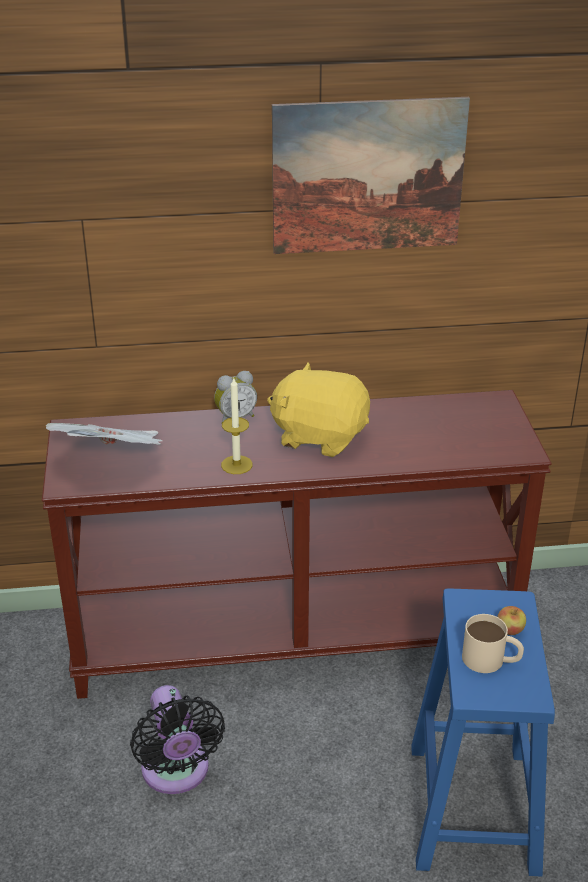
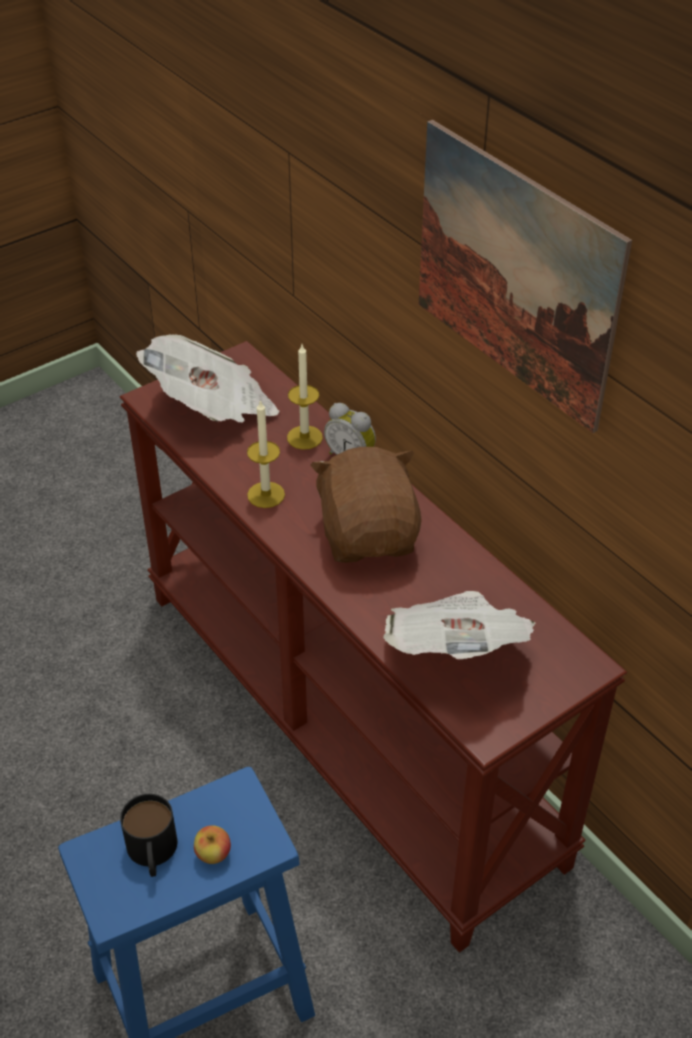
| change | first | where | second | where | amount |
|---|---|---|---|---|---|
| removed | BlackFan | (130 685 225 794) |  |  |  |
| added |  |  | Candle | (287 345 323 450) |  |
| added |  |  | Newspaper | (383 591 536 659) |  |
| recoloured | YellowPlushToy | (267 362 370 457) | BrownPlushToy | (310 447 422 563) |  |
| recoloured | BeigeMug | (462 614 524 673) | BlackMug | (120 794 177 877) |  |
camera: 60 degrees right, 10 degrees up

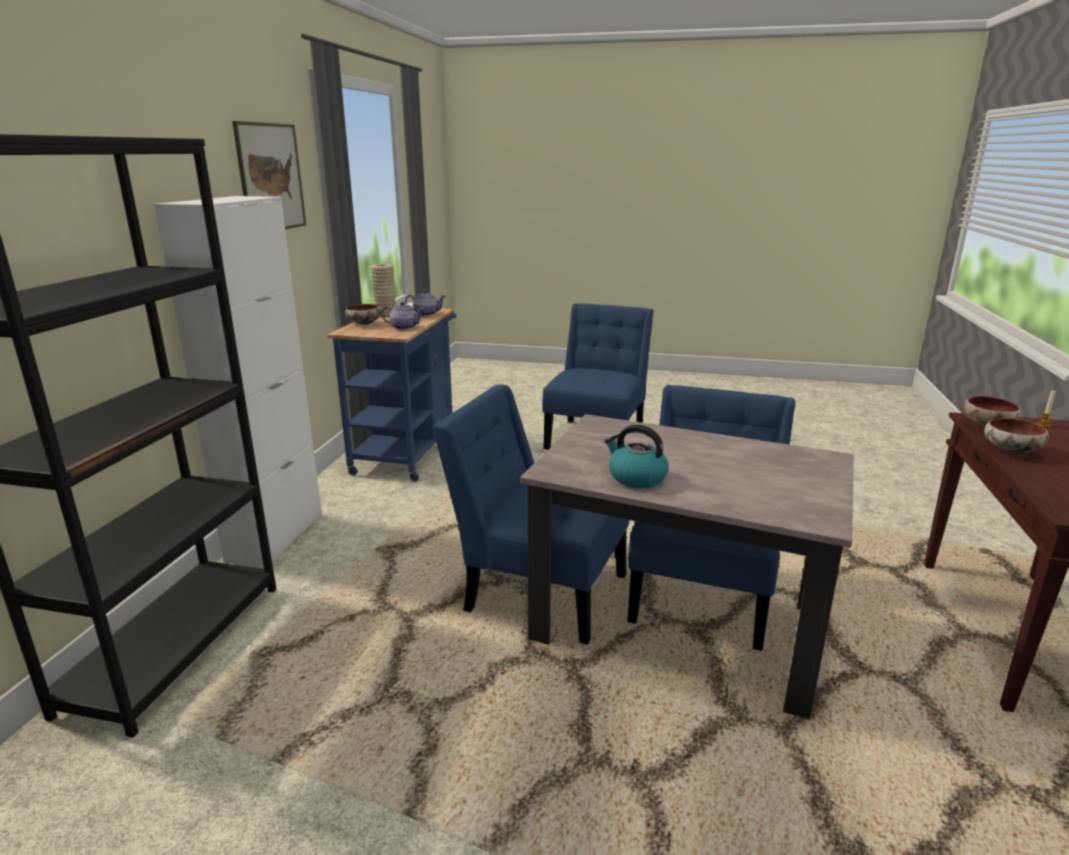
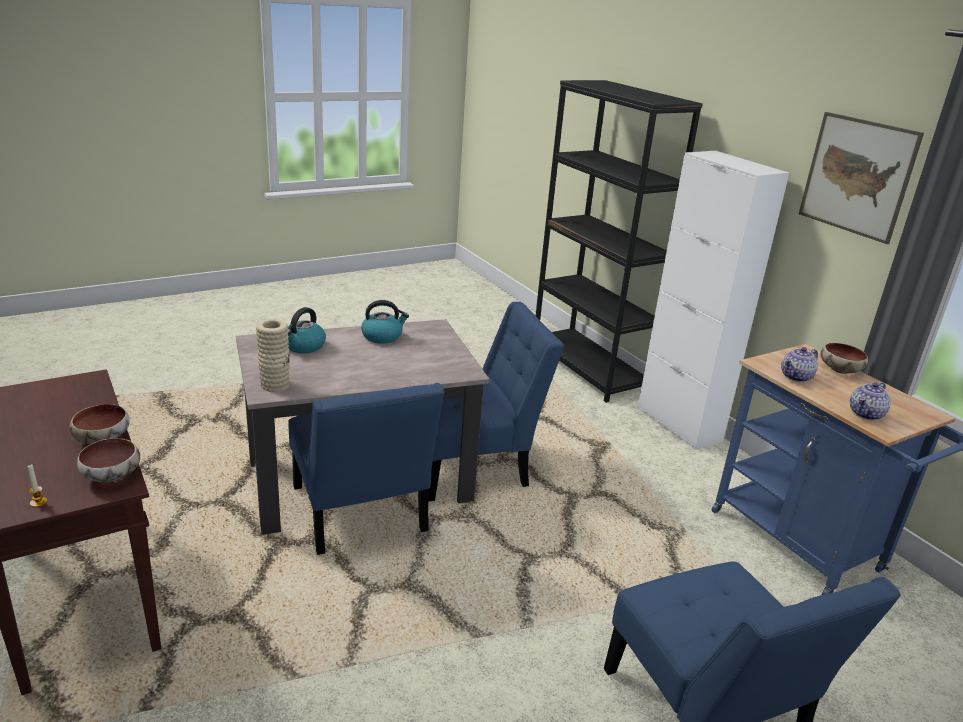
| change | first | where | second | where | amount |
|---|---|---|---|---|---|
| added |  |  | Kettle | (288 307 326 353) |  |
| moved | BeigeVase | (371 264 396 316) |  | (256 319 290 392) |  |
camera: 135 degrees right, 5 degrees up

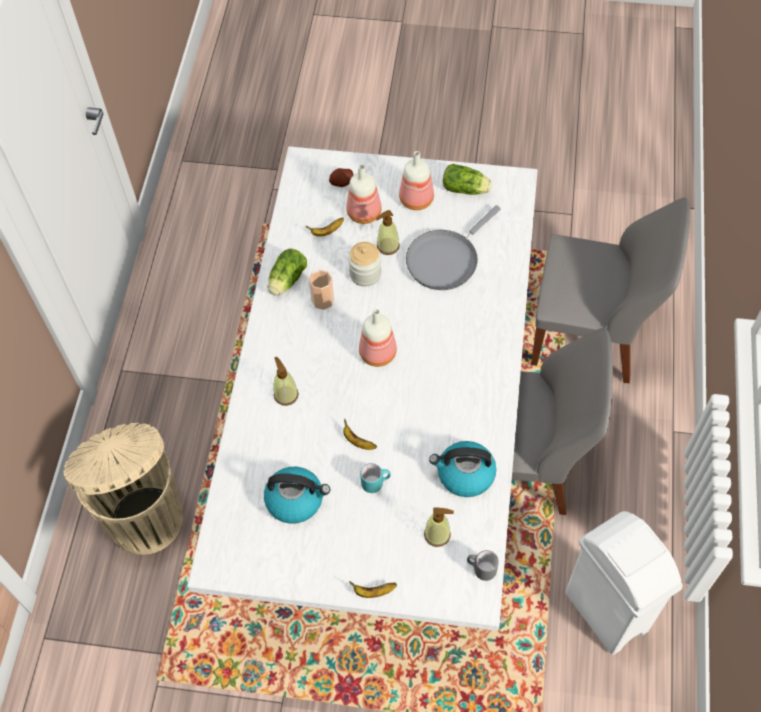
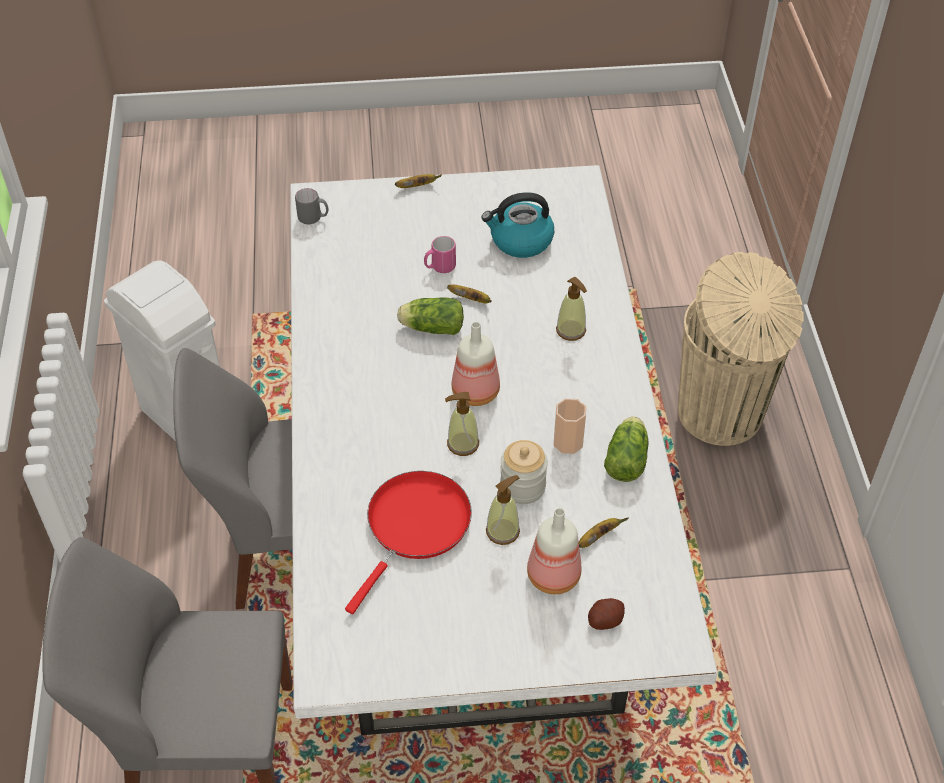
| change | first | where | second | where | amount |
|---|---|---|---|---|---|
| removed | Bottle | (399 151 434 210) |  |  |  |
| removed | Kettle | (429 441 496 497) |  |  |  |
| moved | SoapDispenser | (424 507 454 547) |  | (445 392 479 456) |  |
| moved | Lettuce | (443 164 492 195) |  | (397 297 464 335) |  |
| recoloured | TurquoiseMug | (360 463 391 493) | PinkMug | (424 236 456 273) |  |
| recoloured | GreyFryingPan | (406 205 501 290) | RedFryingPan | (345 471 472 614) |  |
camera: 165 degrees right, 10 degrees down

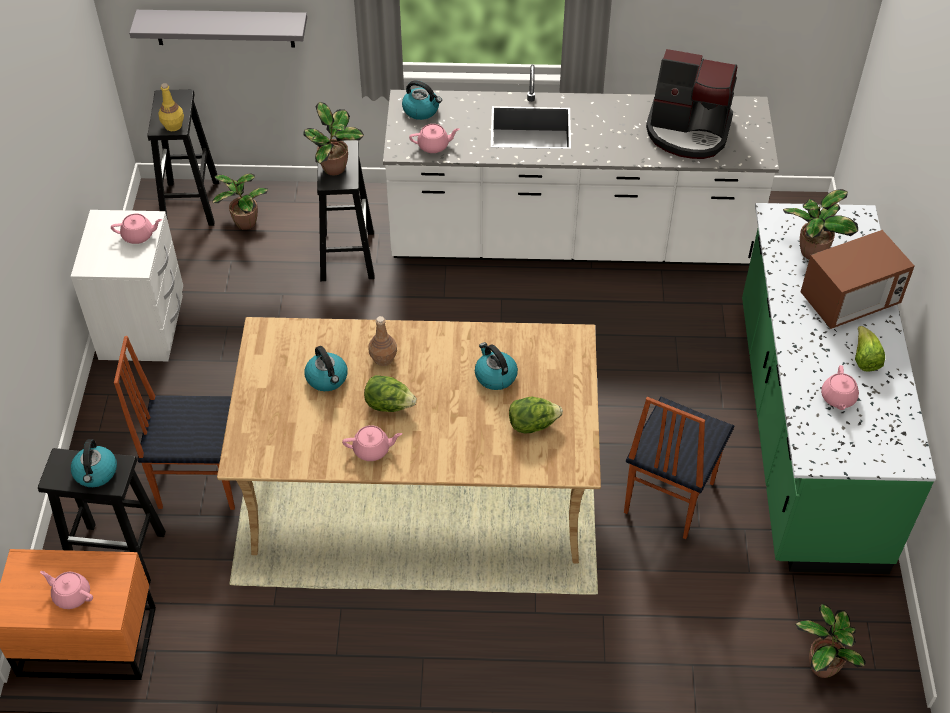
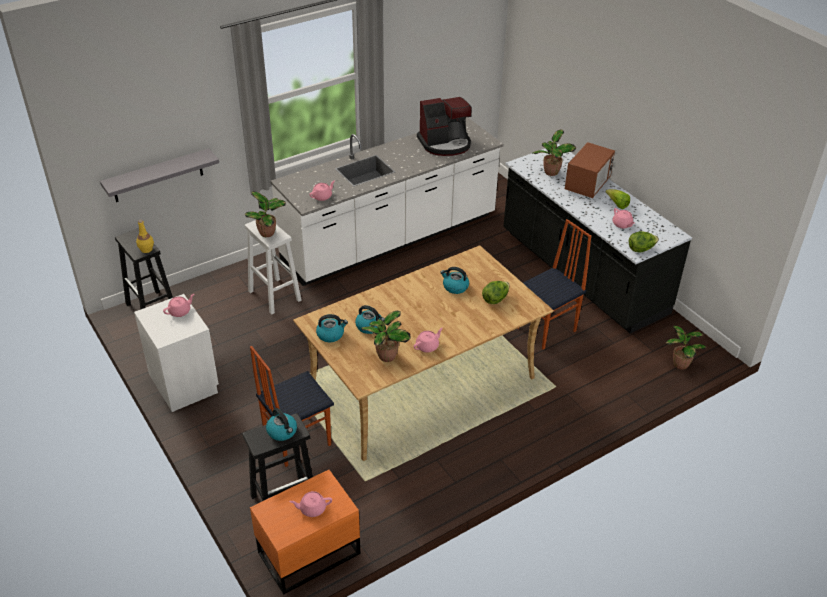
| change | first | where | second | where | amount |
|---|---|---|---|---|---|
| removed | BrownBottle | (369 316 397 366) |  |  |  |
| moved | PottedPlant | (212 173 268 230) |  | (361 311 411 362) |  |
| moved | Lettuce | (364 375 417 412) |  | (628 231 659 253) |  |
| moved | Kettle | (402 80 442 120) |  | (316 314 348 342) |  |
| recoloured | BlackStool | (317 140 374 281) | WhiteStool | (245 220 302 315) |  |
| recoloured | GreenCounter | (742 203 936 574) | BlackCounter | (503 144 692 334) |  |
| turned | Chair | (624 397 734 539) |  | (517 219 591 350) | 120 degrees counterclockwise |
camera: 35 degrees left, 10 degrees down

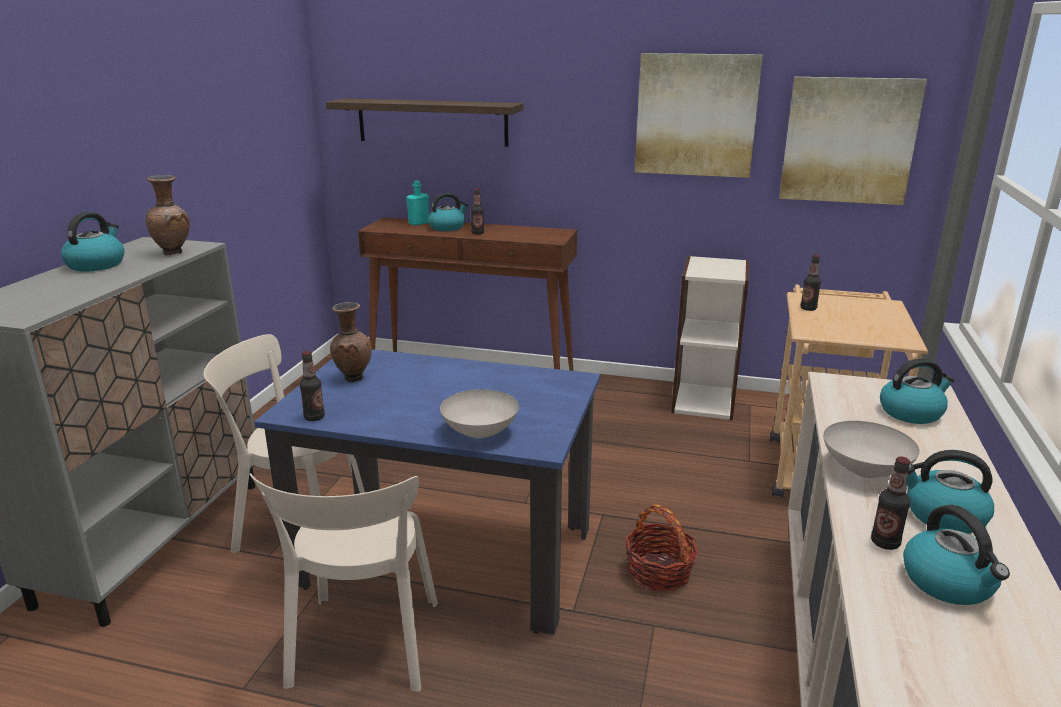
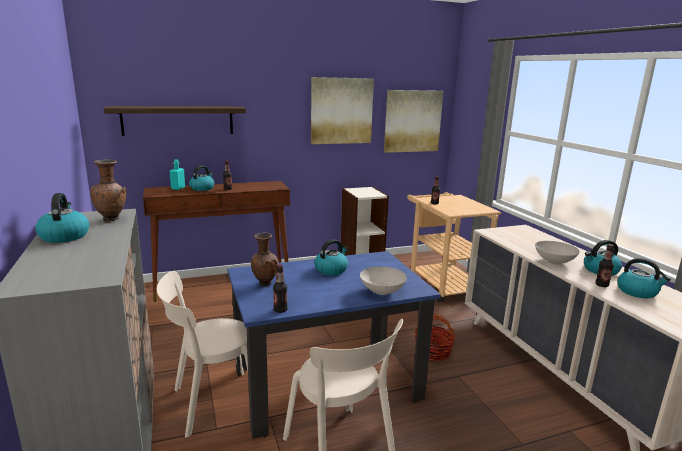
| change | first | where | second | where | amount |
|---|---|---|---|---|---|
| moved | Kettle | (880 358 955 424) |  | (314 239 348 275) |  |
camera: 35 degrees left, 5 degrees down

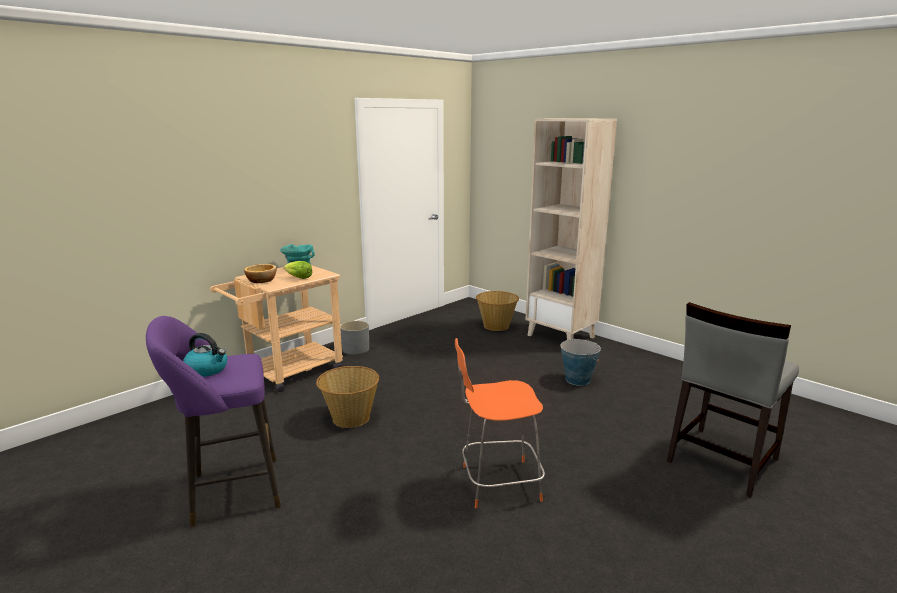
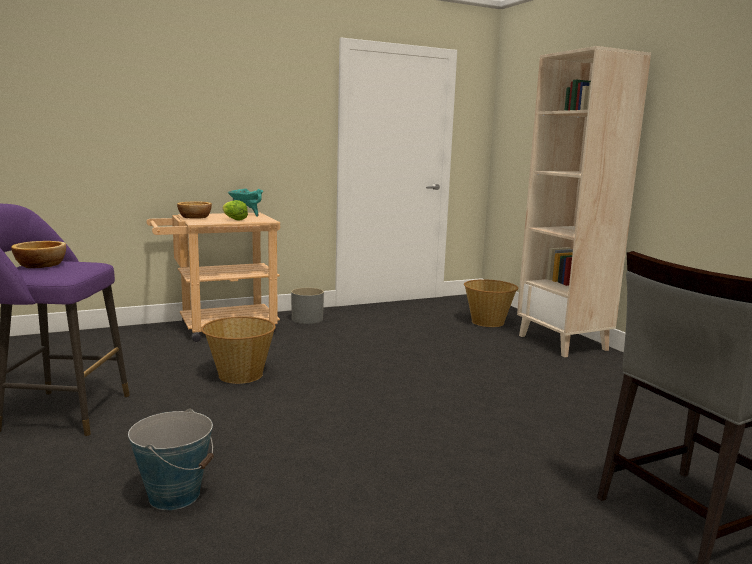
| change | first | where | second | where | amount |
|---|---|---|---|---|---|
| removed | OrangeChair | (455 338 545 508) |  |  |  |
| moved | Bucket | (561 338 601 386) |  | (128 408 214 510) |  |
| replaced | Kettle | (183 333 227 377) | Bowl | (11 241 66 268) |  |
camera: 20 degrees right, 5 degrees down

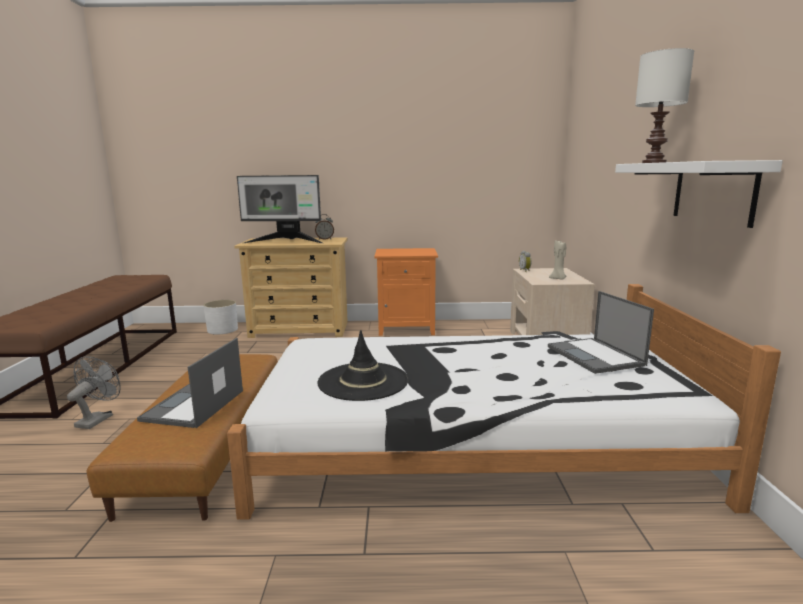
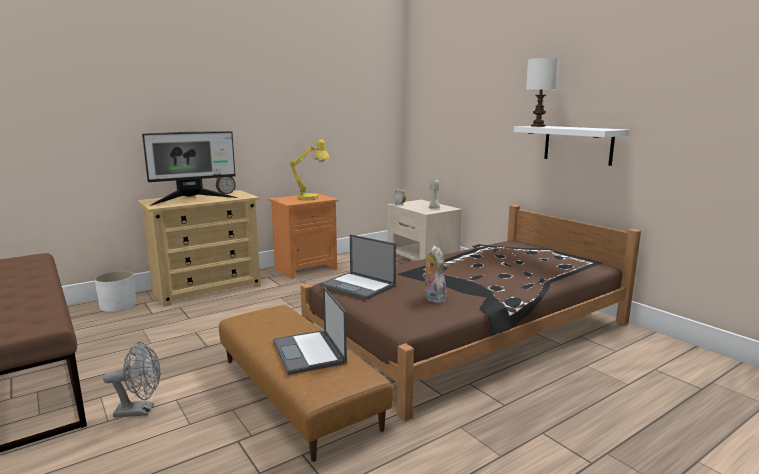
| change | first | where | second | where | amount |
|---|---|---|---|---|---|
| added |  |  | YellowTableLamp | (290 139 330 201) |  |
| moved | Laptop | (548 291 654 374) |  | (320 234 396 300) |  |
| replaced | BlackHat | (317 330 409 401) | PlushToy | (422 245 447 303) |  |
| recoloured | WhiteBed | (227 284 781 520) | BrownBed | (301 205 641 421) |  |
| turned | GreyFan | (67 356 121 429) |  | (103 342 160 418) | 105 degrees clockwise |
camera: 35 degrees left, 0 degrees up

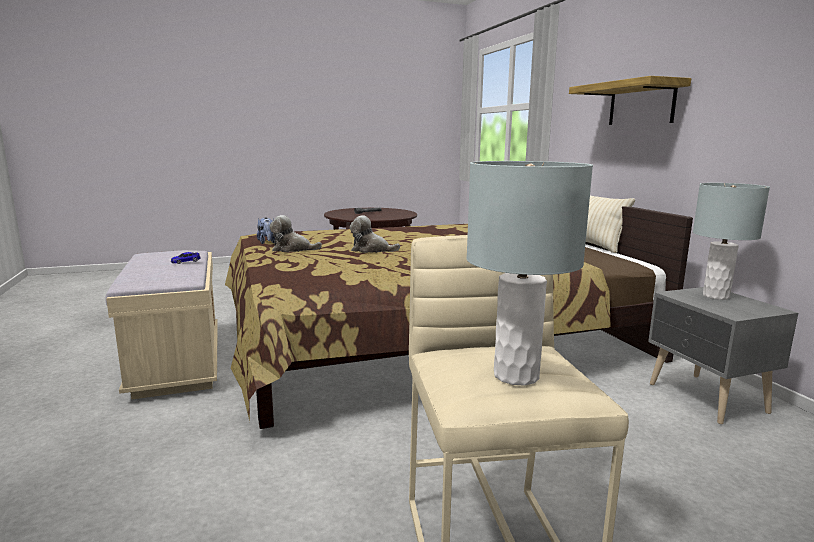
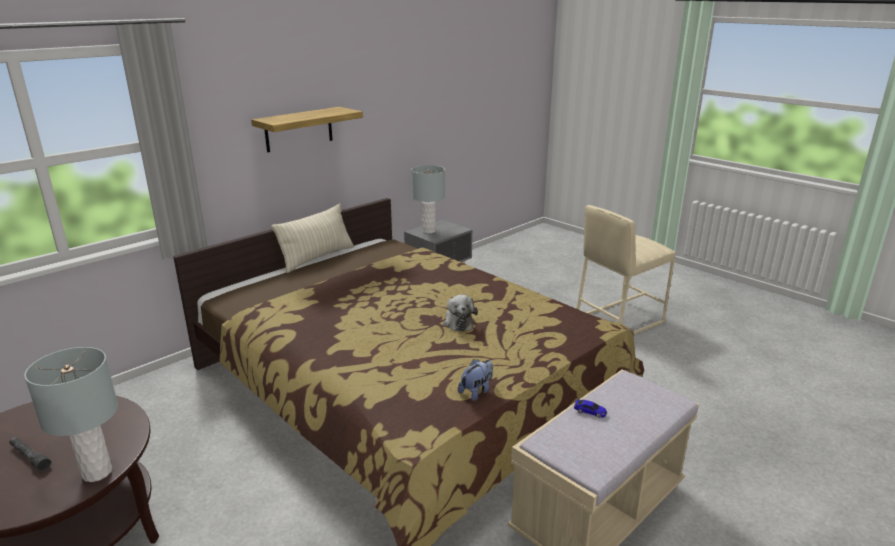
| change | first | where | second | where | amount |
|---|---|---|---|---|---|
| removed | PlushToy | (270 215 322 252) |  |  |  |
| moved | GreyTableLamp | (466 161 593 386) |  | (24 347 118 482) |  |
camera: 115 degrees left, 10 degrees up

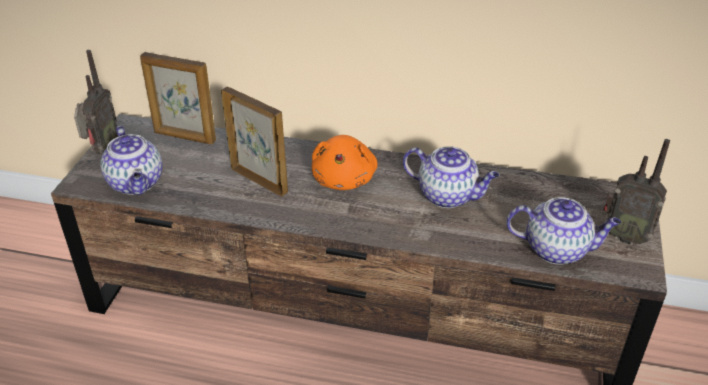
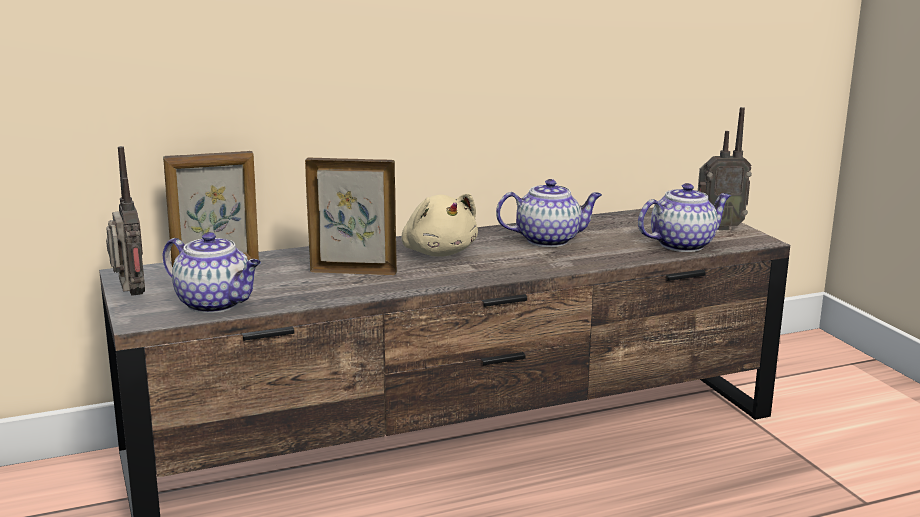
| change | first | where | second | where | amount |
|---|---|---|---|---|---|
| recoloured | OrangePlushToy | (312 135 378 190) | BeigePlushToy | (401 194 478 257) |  |
camera: 35 degrees left, 20 degrees down

